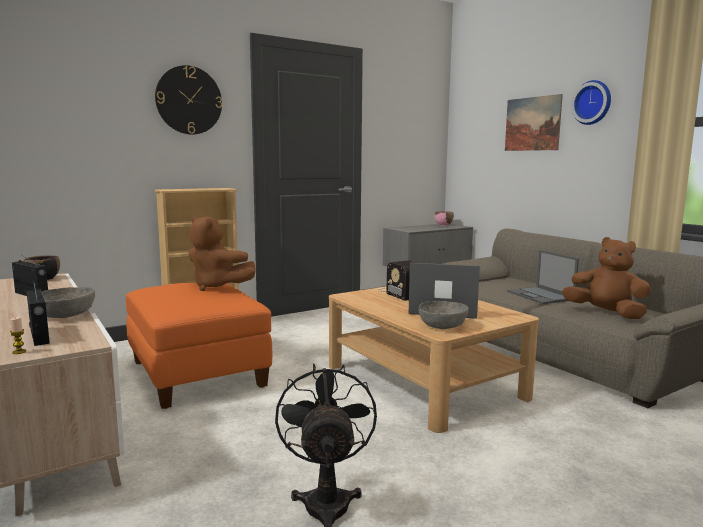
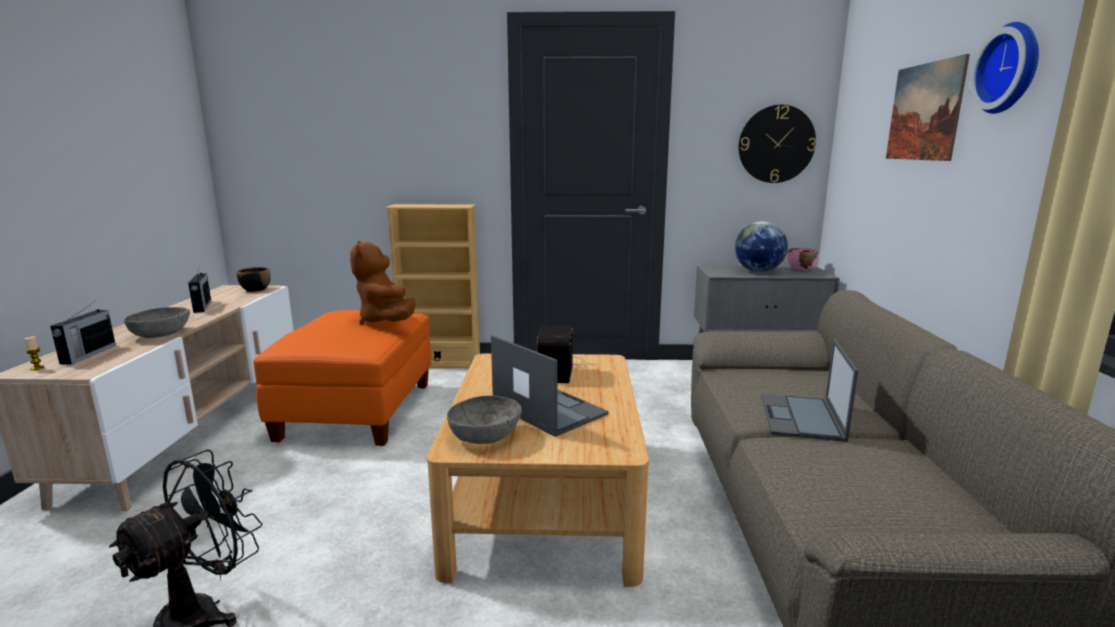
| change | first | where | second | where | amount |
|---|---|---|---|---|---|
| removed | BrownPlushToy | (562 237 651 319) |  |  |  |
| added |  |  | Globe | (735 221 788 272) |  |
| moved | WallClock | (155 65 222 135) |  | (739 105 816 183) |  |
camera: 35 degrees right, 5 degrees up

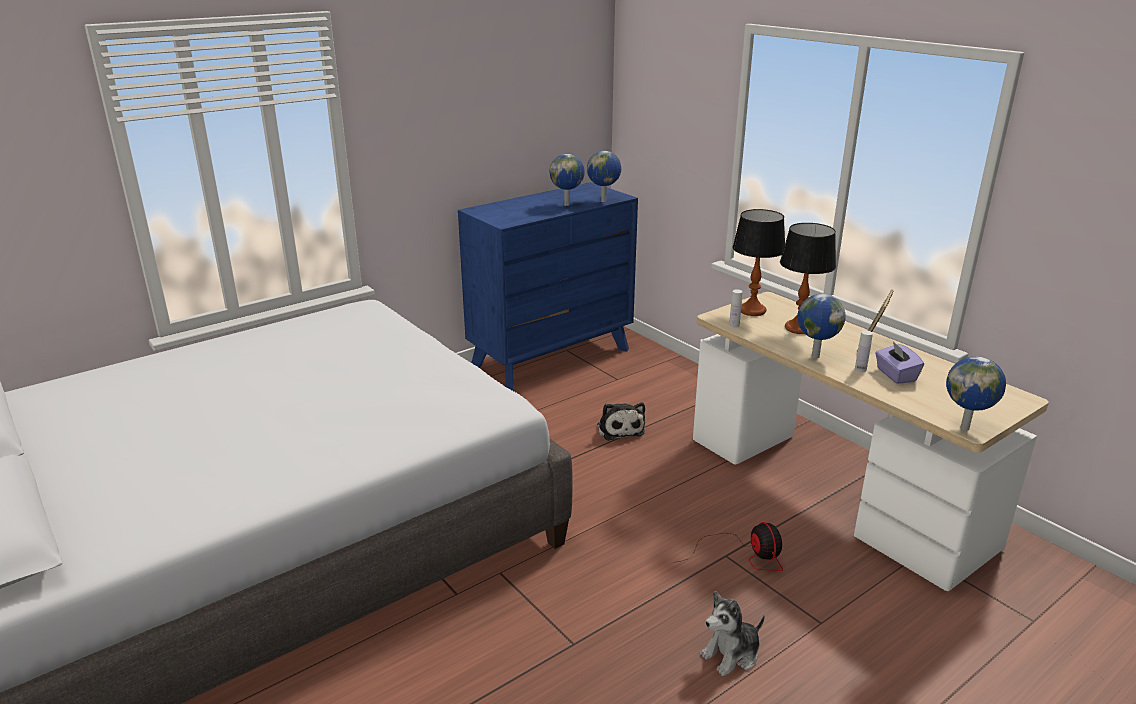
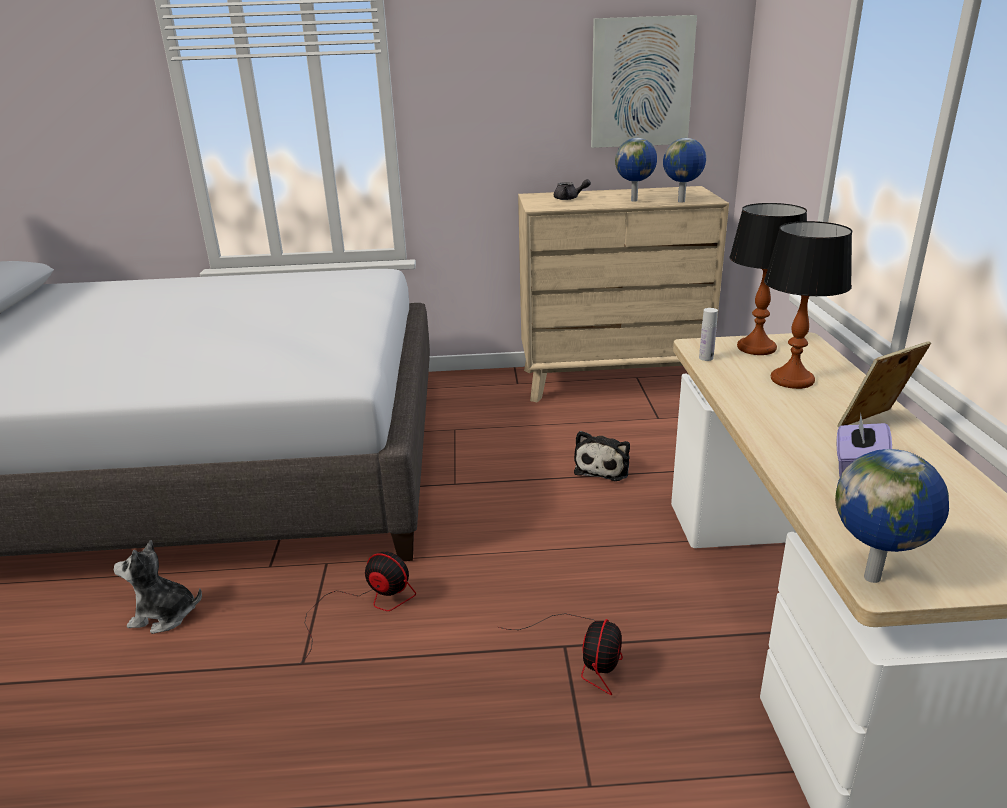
| change | first | where | second | where | amount |
|---|---|---|---|---|---|
| removed | Globe | (797 294 846 358) |  |  |  |
| removed | WhiteBottle | (855 330 873 372) |  |  |  |
| added |  |  | Fan | (300 551 416 664) |  |
| added |  |  | GreyTeapot | (554 179 591 200) |  |
| added |  |  | Picture | (591 15 697 148) |  |
| moved | PlushToy | (700 591 765 677) |  | (114 540 202 634) |  |
| recoloured | BlueDresser | (458 182 638 391) | BeigeDresser | (518 186 729 402) |  |
camera: 35 degrees right, 0 degrees up

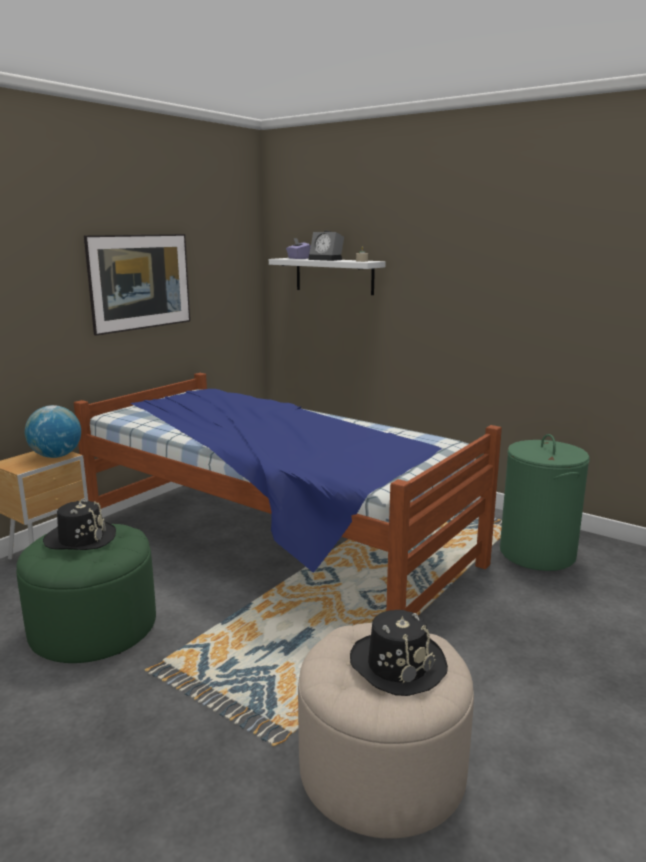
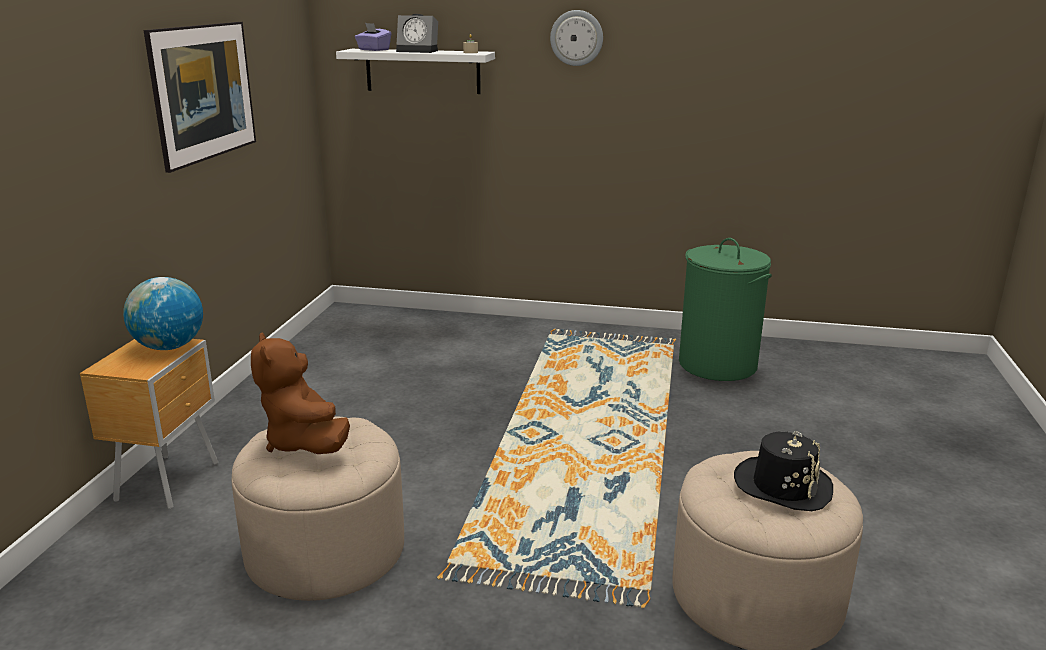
| change | first | where | second | where | amount |
|---|---|---|---|---|---|
| removed | Bed | (74 373 502 613) |  |  |  |
| added |  |  | WallClock | (550 10 603 66) |  |
| replaced | BlackHat | (43 498 116 550) | BrownPlushToy | (251 332 350 454) |  |
| recoloured | GreenOttoman | (16 524 156 663) | BeigeOttoman | (232 416 404 601) |  |
camera: 25 degrees left, 5 degrees up

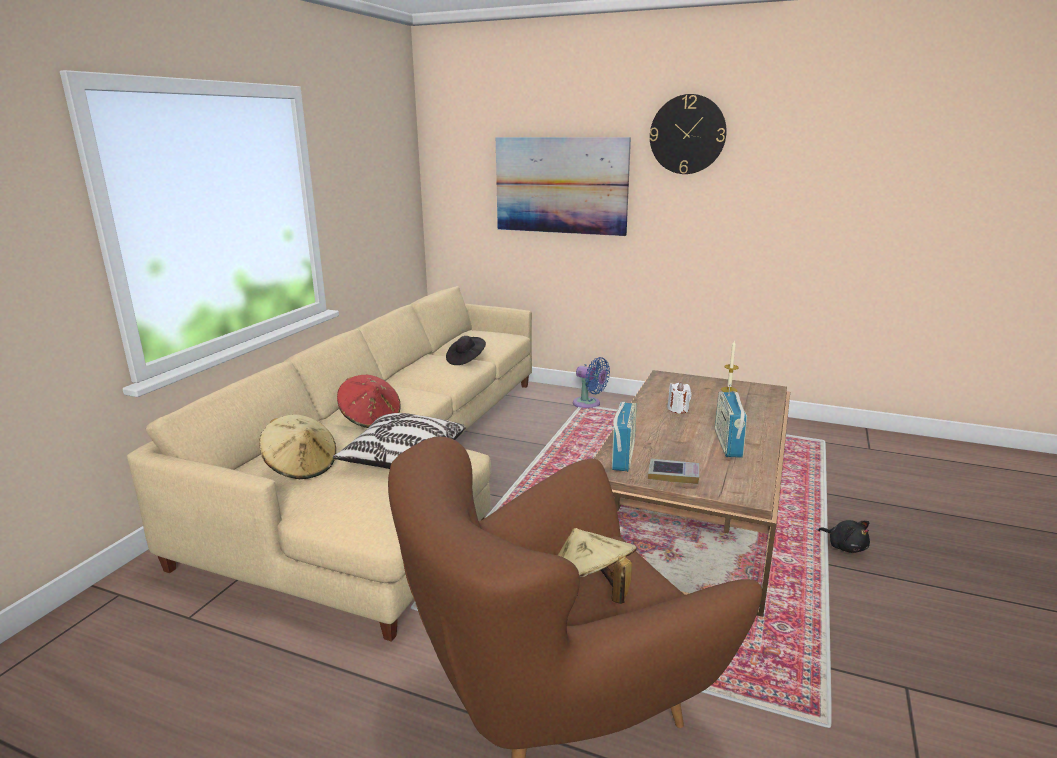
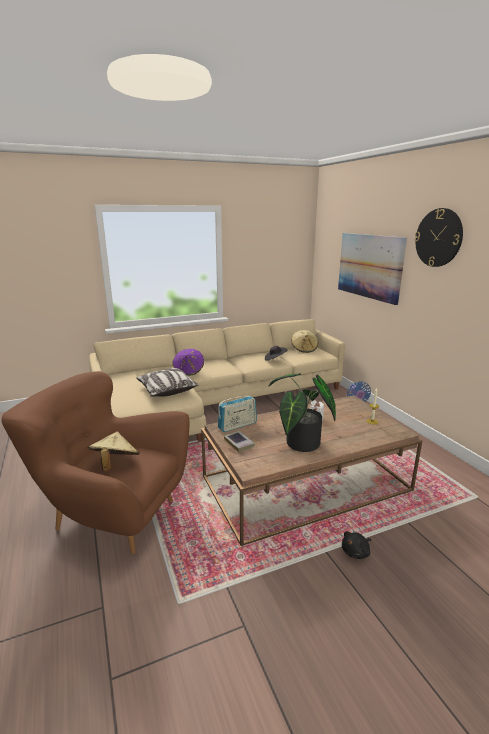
| change | first | where | second | where | amount |
|---|---|---|---|---|---|
| moved | BeigeHat | (259 414 336 479) |  | (291 330 318 353) |  |
| replaced | Radio | (715 385 747 458) | PottedPlant | (269 374 336 452) |  |
| recoloured | RedHat | (337 375 401 428) | PurpleHat | (172 349 204 376) |  |
| turned | BlackPlushToy | (818 520 870 553) |  | (342 531 371 559) | 45 degrees clockwise |
camera: 45 degrees right, 0 degrees up

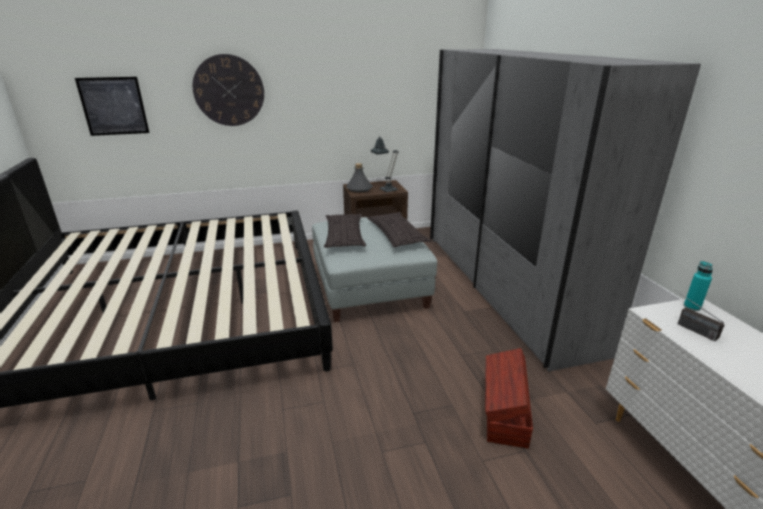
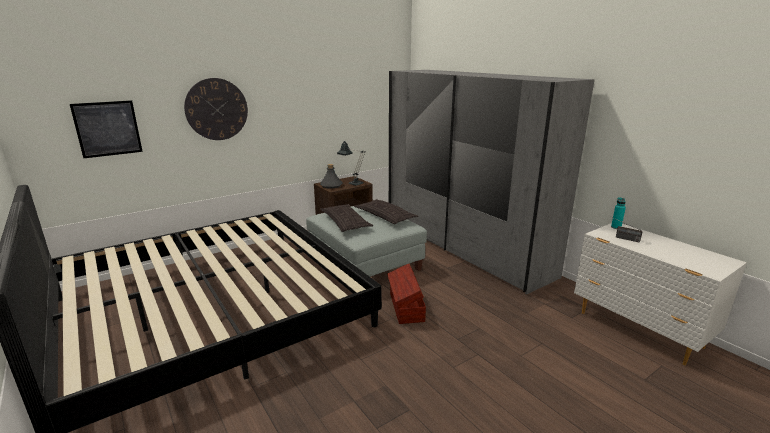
| change | first | where | second | where | amount |
|---|---|---|---|---|---|
| moved | BrownStorageBox | (485 348 533 448) |  | (387 264 426 324) |  |
camera: 20 degrees left, 5 degrees down

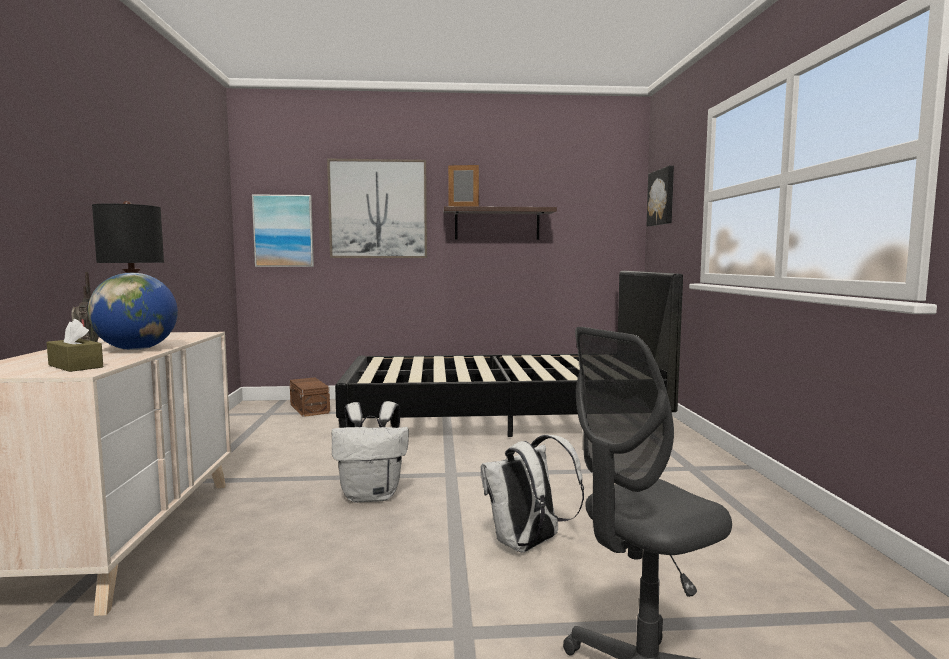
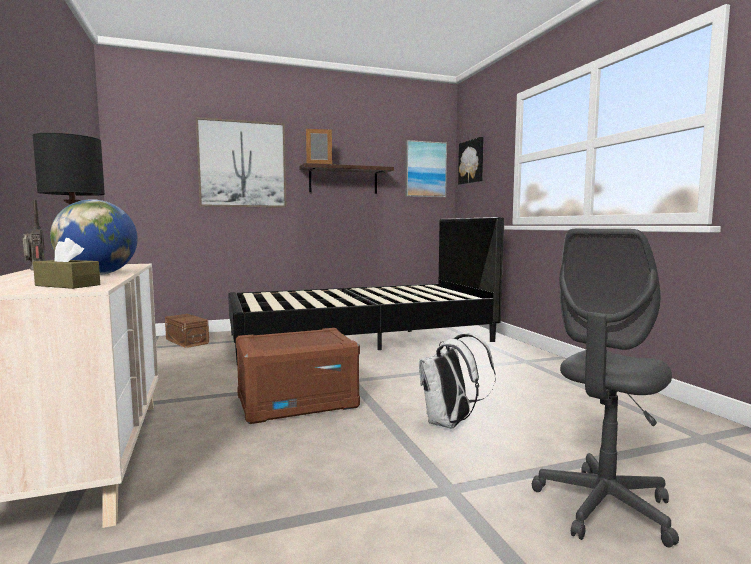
| change | first | where | second | where | amount |
|---|---|---|---|---|---|
| moved | Picture | (252 194 314 267) |  | (405 140 447 197) |  |
| replaced | WhiteBackpack | (332 401 409 503) | BrownStorageBox | (236 328 360 424) |  |
camera: 15 degrees left, 0 degrees up

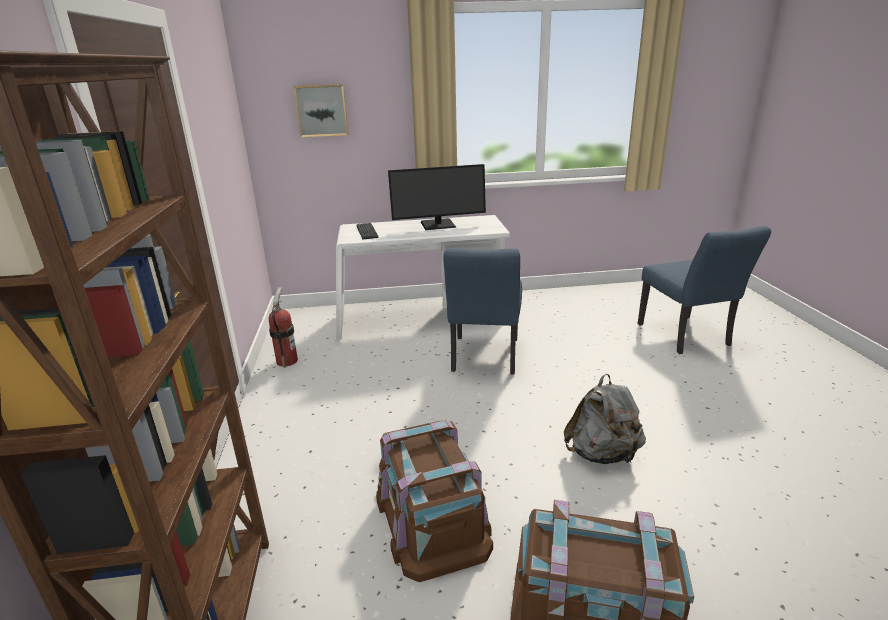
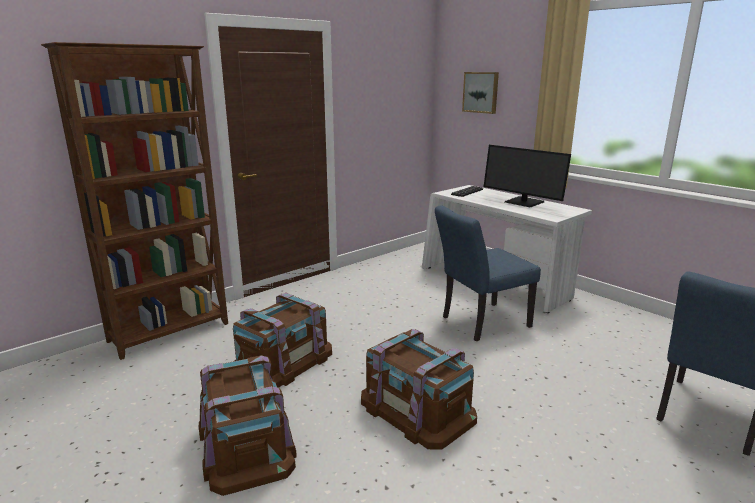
| change | first | where | second | where | amount |
|---|---|---|---|---|---|
| removed | FireExtinguisher | (269 287 298 368) |  |  |  |
| replaced | GreyBackpack | (564 374 646 464) | BrownStorageBox | (361 329 477 450) |  |
camera: 55 degrees right, 5 degrees down

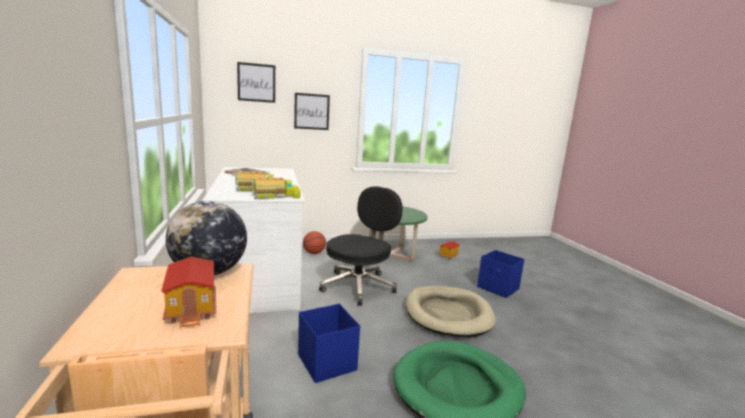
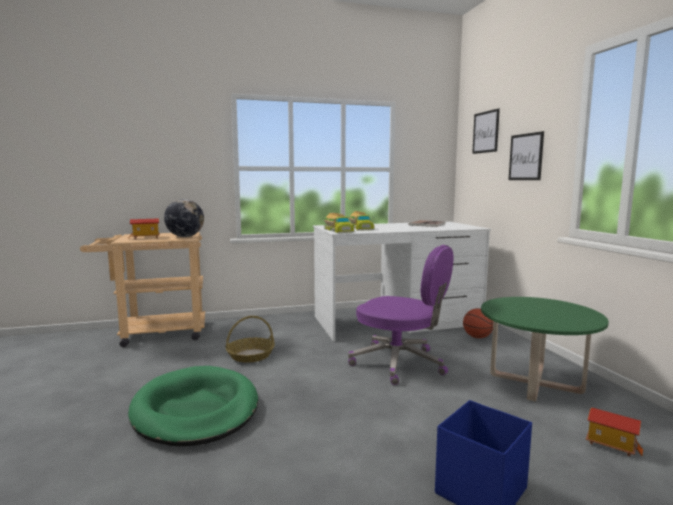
| change | first | where | second | where | amount |
|---|---|---|---|---|---|
| removed | BeigeDogBed | (406 286 496 338) |  |  |  |
| replaced | BlueStorageBox | (298 304 360 383) | Basket | (226 316 275 363) |  |
| recoloured | BlackOfficeChair | (319 186 403 306) | PurpleOfficeChair | (348 245 453 385) |  |
camera: 90 degrees right, 5 degrees down

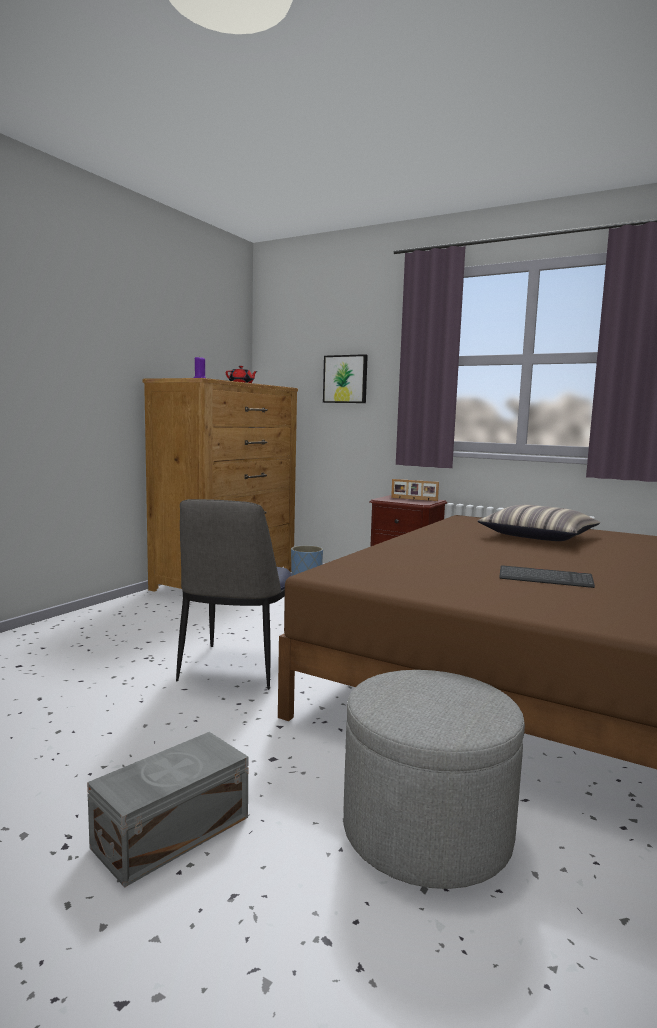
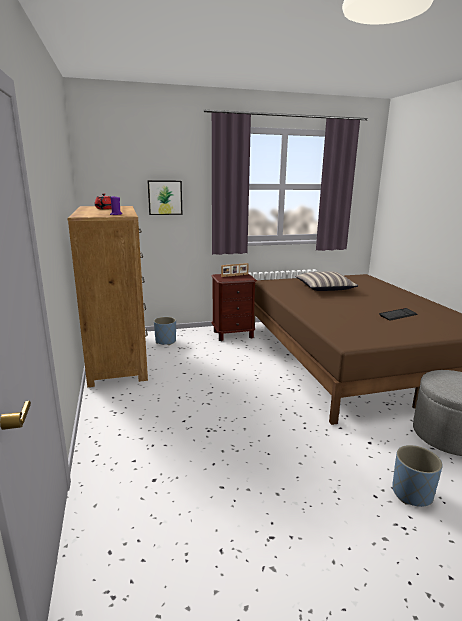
| change | first | where | second | where | amount |
|---|---|---|---|---|---|
| removed | Chair | (176 499 292 690) |  |  |  |
| replaced | GreyStorageBox | (87 732 248 888) | BluePlanter | (392 445 443 507) |  |
camera: 45 degrees left, 10 degrees up

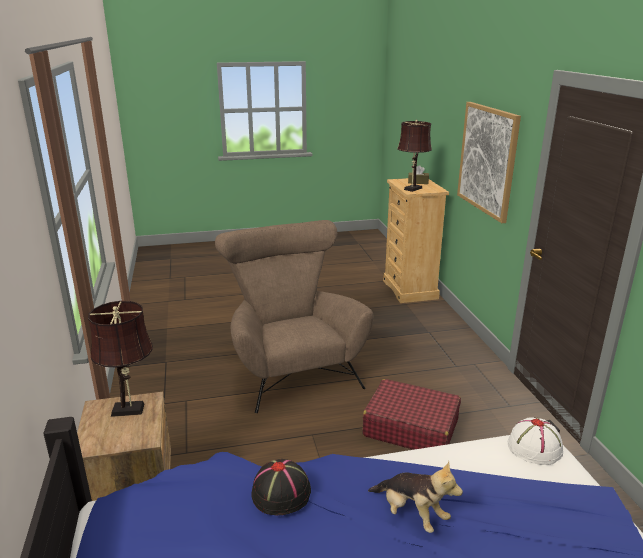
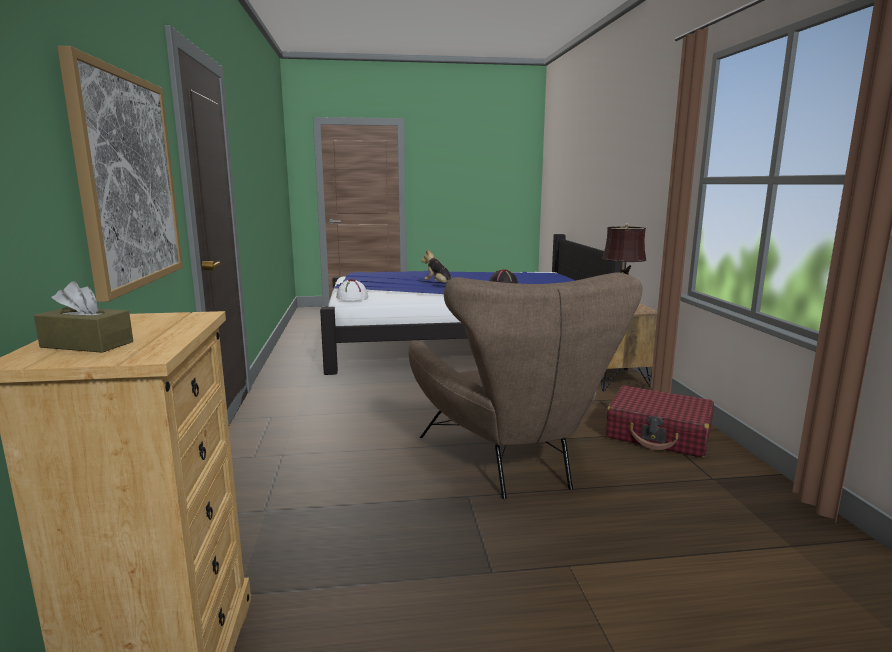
| change | first | where | second | where | amount |
|---|---|---|---|---|---|
| removed | BrownTableLamp | (398 120 432 192) |  |  |  |
| moved | RedSuitcase | (362 379 461 450) |  | (606 385 714 458) |  |
camera: 175 degrees left, 10 degrees down

